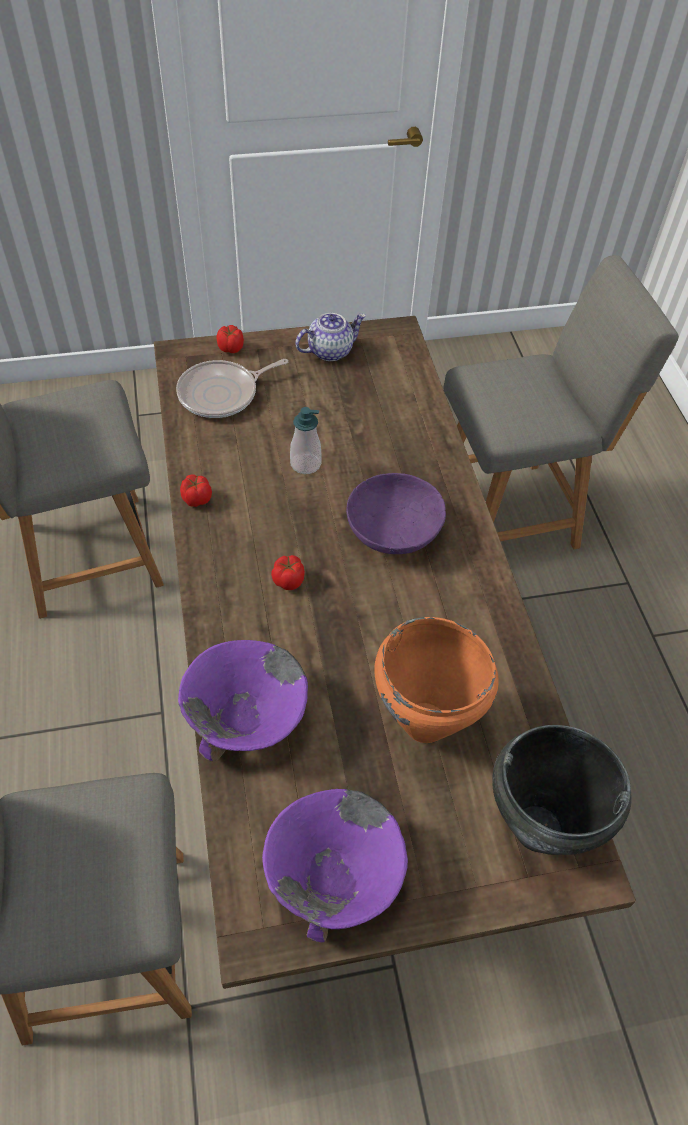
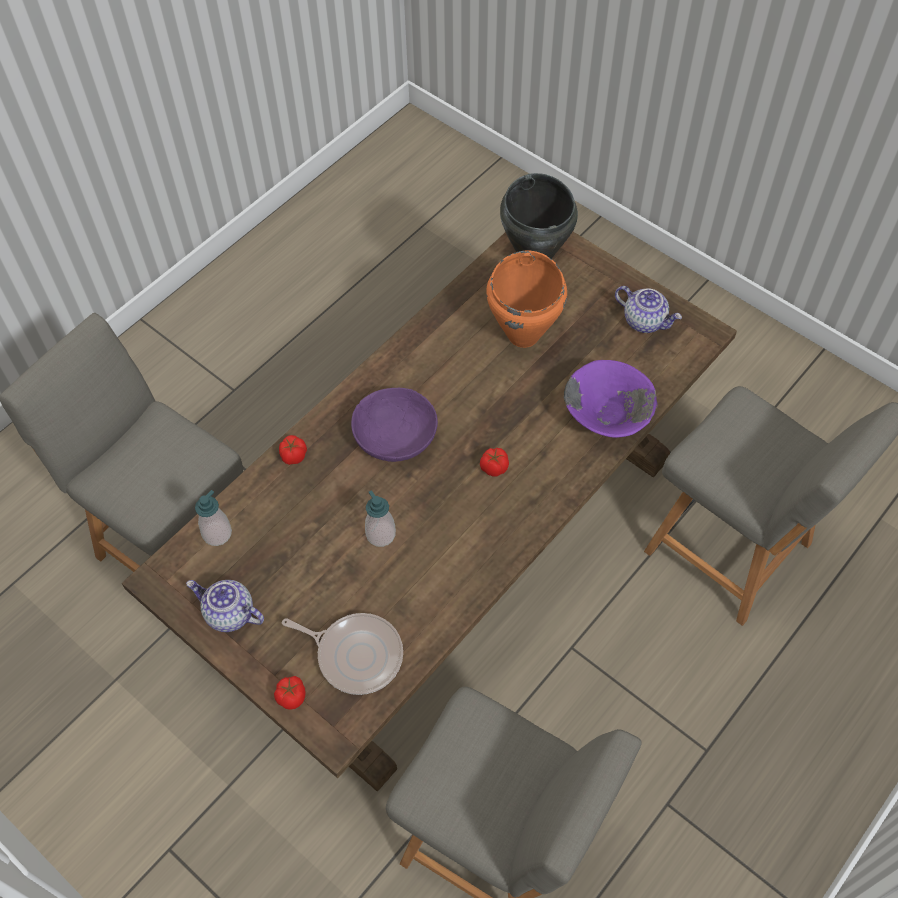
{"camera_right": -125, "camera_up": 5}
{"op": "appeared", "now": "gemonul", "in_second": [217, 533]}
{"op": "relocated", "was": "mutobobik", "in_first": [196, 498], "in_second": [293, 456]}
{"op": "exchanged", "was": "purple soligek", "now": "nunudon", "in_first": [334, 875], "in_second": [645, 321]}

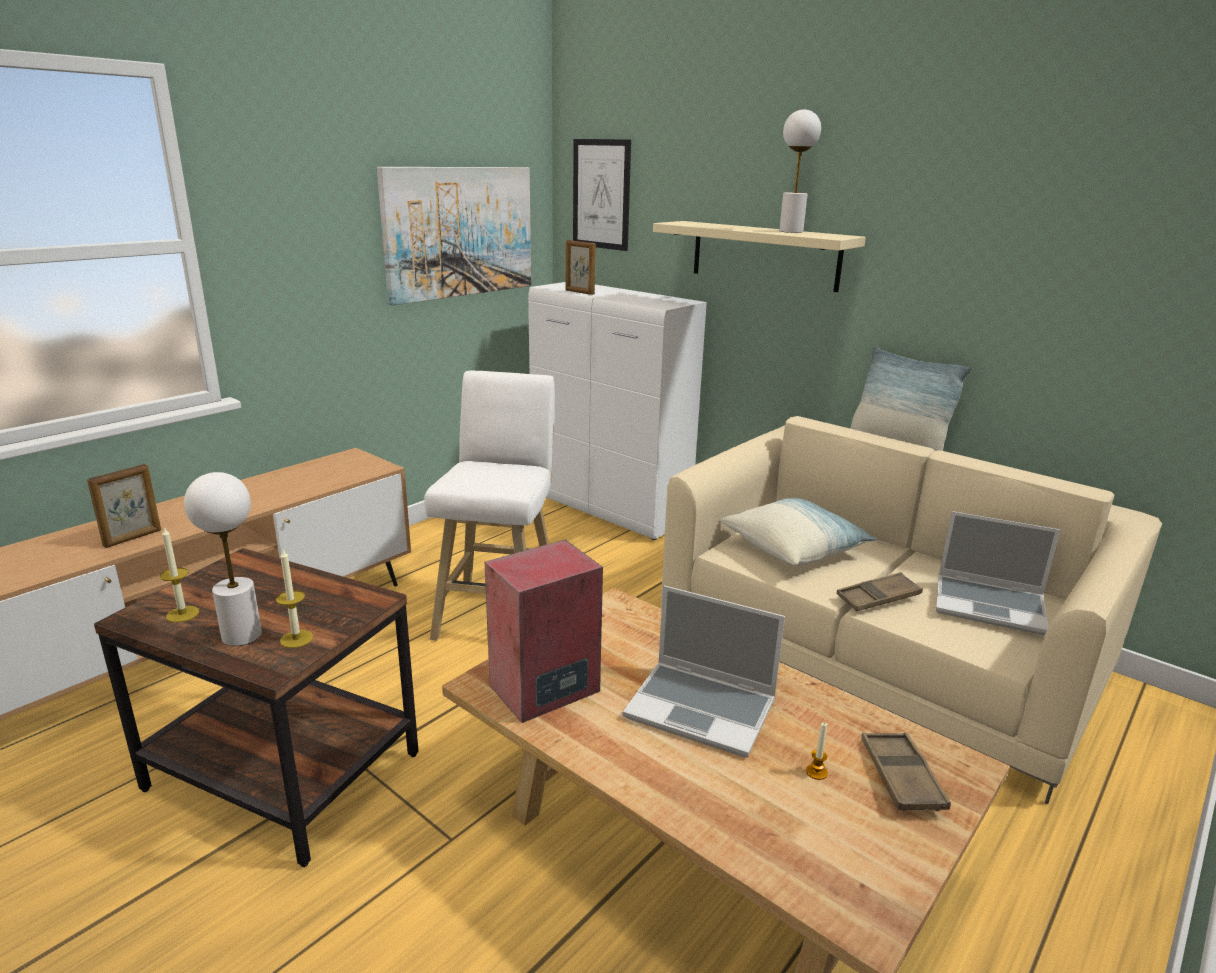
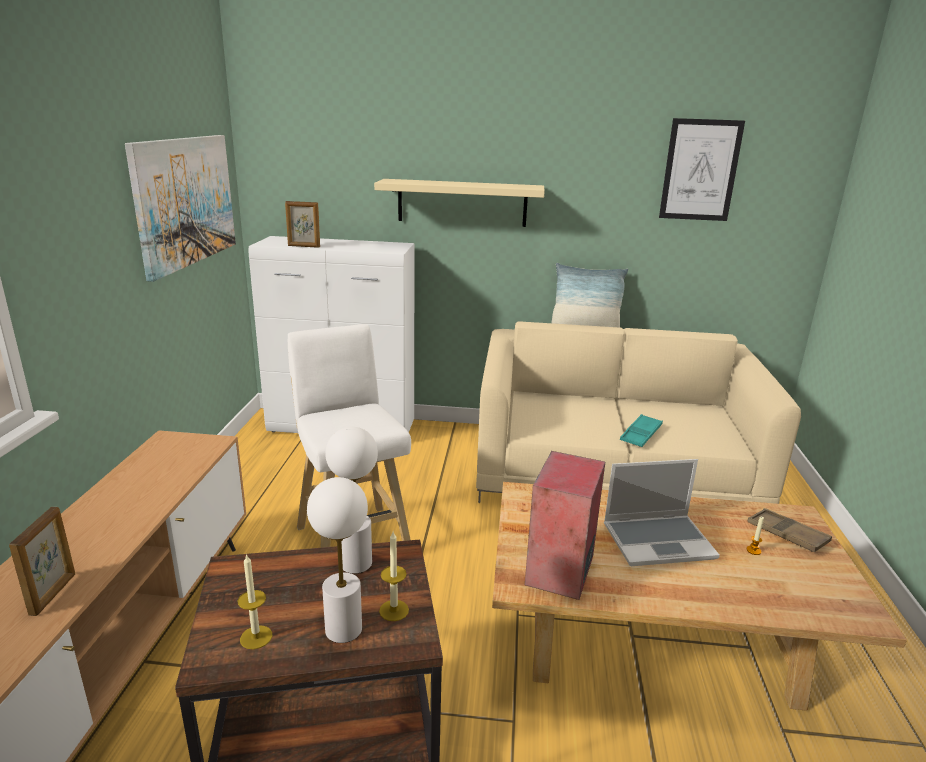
{"camera_right": -35, "camera_up": 0}
{"op": "relocated", "was": "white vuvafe", "in_first": [791, 231], "in_second": [356, 563]}
{"op": "colour", "was": "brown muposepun", "now": "turquoise muposepun", "in_first": [878, 597], "in_second": [641, 434]}
{"op": "relocated", "was": "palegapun", "in_first": [601, 194], "in_second": [700, 170]}
{"op": "missing", "was": "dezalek", "in_first": [795, 548]}
{"op": "missing", "was": "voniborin", "in_first": [990, 605]}

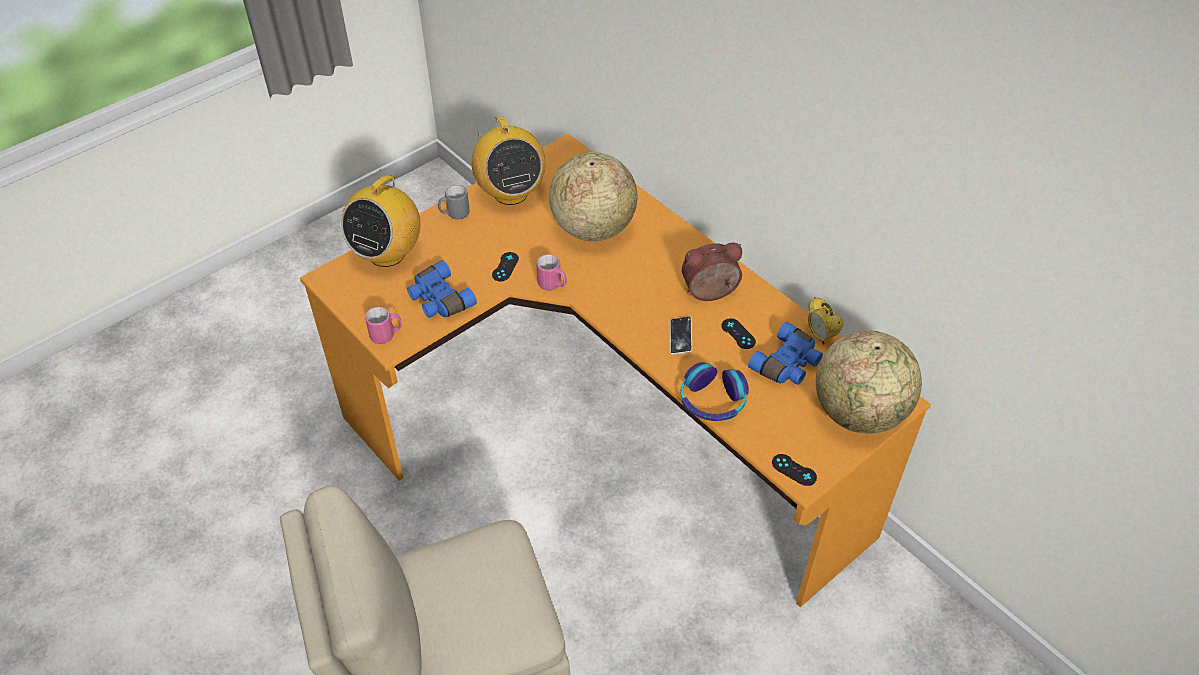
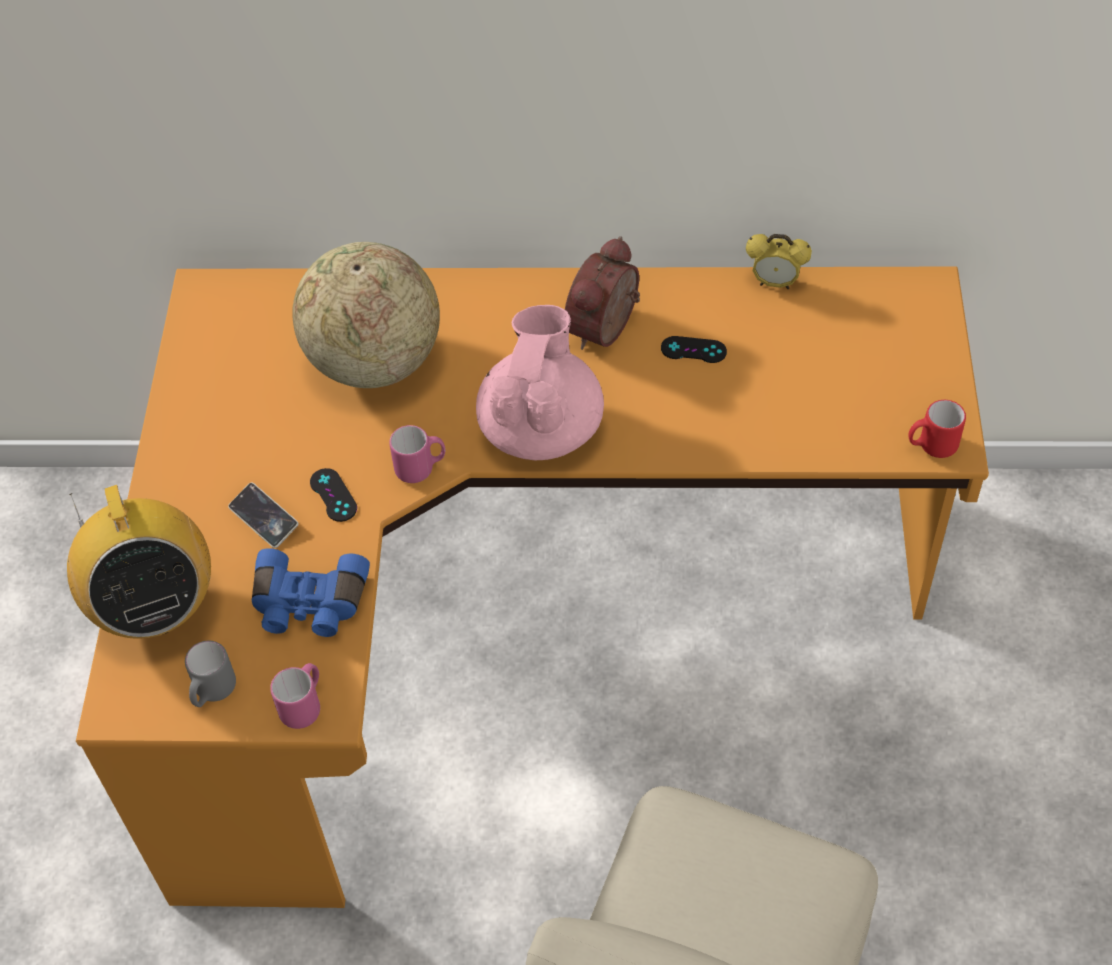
{"camera_right": -45, "camera_up": 5}
{"op": "relocated", "was": "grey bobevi", "in_first": [454, 214], "in_second": [212, 692]}
{"op": "relocated", "was": "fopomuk", "in_first": [680, 337], "in_second": [264, 518]}
{"op": "appeared", "now": "pink nunudon", "in_second": [541, 428]}
{"op": "exchanged", "was": "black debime", "now": "red bobevi", "in_first": [794, 470], "in_second": [931, 446]}
{"op": "missing", "was": "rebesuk", "in_first": [510, 193]}
{"op": "missing", "was": "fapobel", "in_first": [712, 401]}
{"op": "missing", "was": "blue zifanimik", "in_first": [787, 364]}
{"op": "missing", "was": "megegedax", "in_first": [859, 413]}

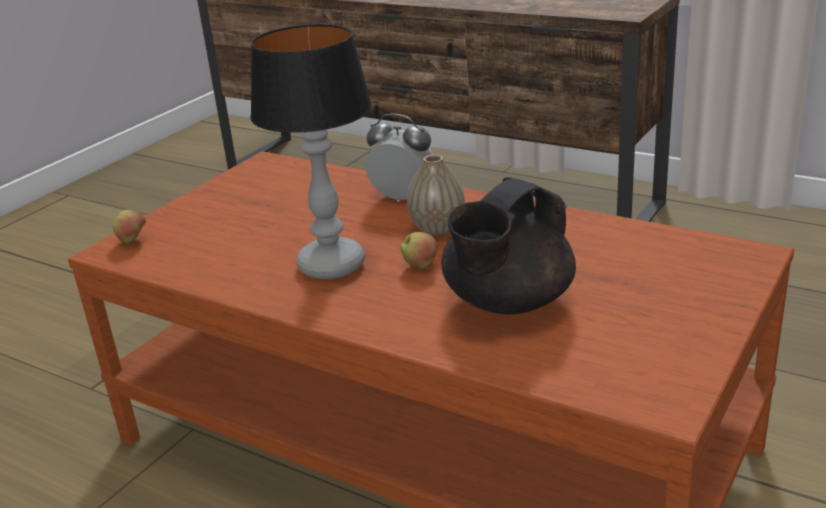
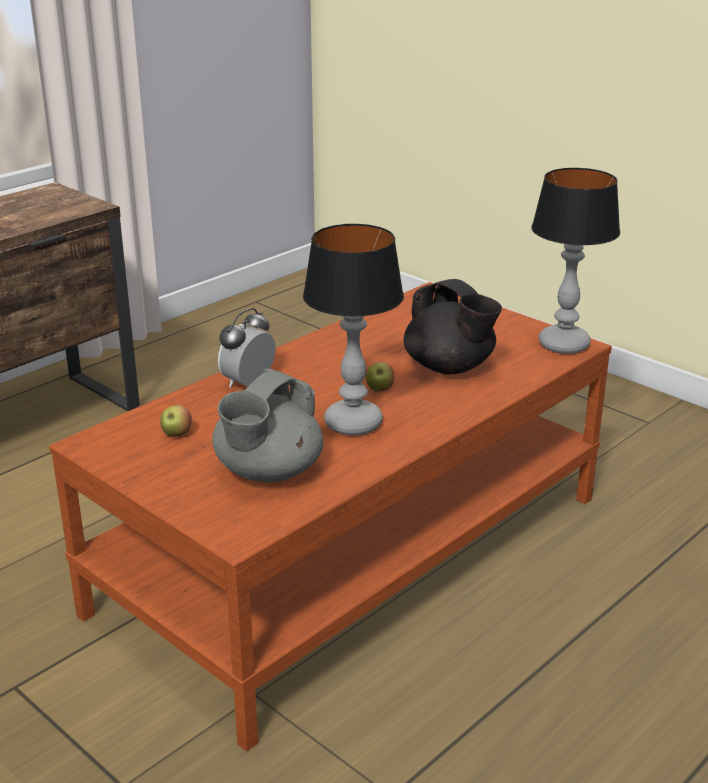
{"camera_right": -80, "camera_up": 0}
{"op": "relocated", "was": "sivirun", "in_first": [133, 241], "in_second": [176, 434]}
{"op": "appeared", "now": "grey nunudon", "in_second": [267, 472]}
{"op": "appeared", "now": "vuvafe", "in_second": [564, 344]}
{"op": "missing", "was": "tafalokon", "in_first": [437, 228]}

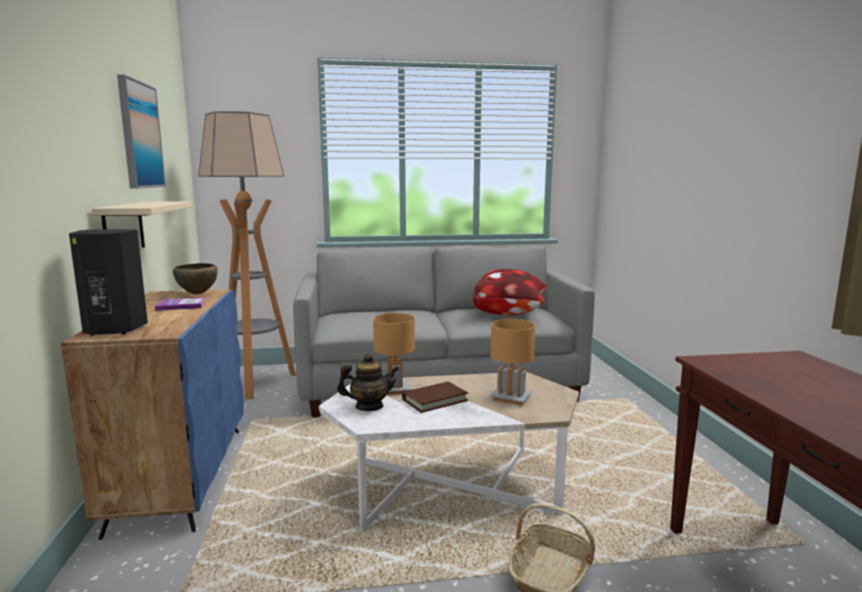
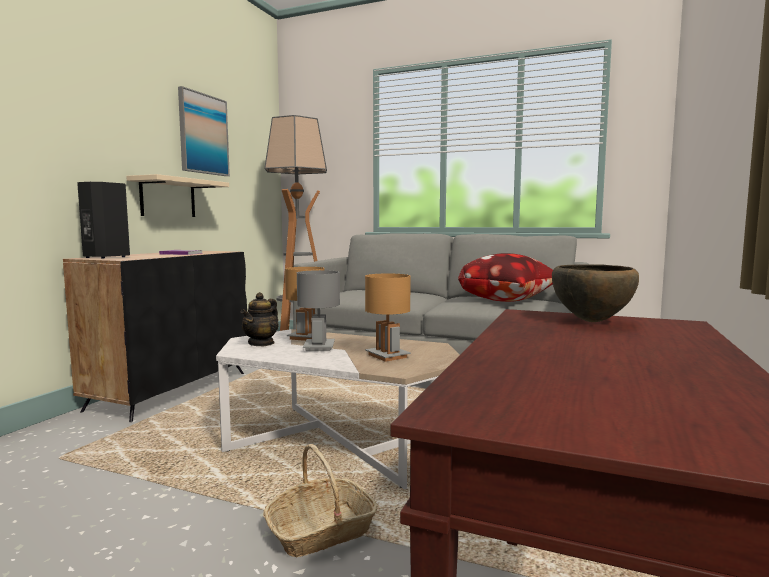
{"camera_right": 30, "camera_up": -5}
{"op": "colour", "was": "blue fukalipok", "now": "black fukalipok", "in_first": [180, 475], "in_second": [171, 390]}
{"op": "spun", "was": "nunudon", "in_first": [369, 406], "in_second": [261, 343], "clockwise": 90}
{"op": "exchanged", "was": "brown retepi", "now": "grey vuvafe", "in_first": [435, 400], "in_second": [319, 347]}
{"op": "relocated", "was": "brown soligek", "in_first": [198, 294], "in_second": [592, 321]}

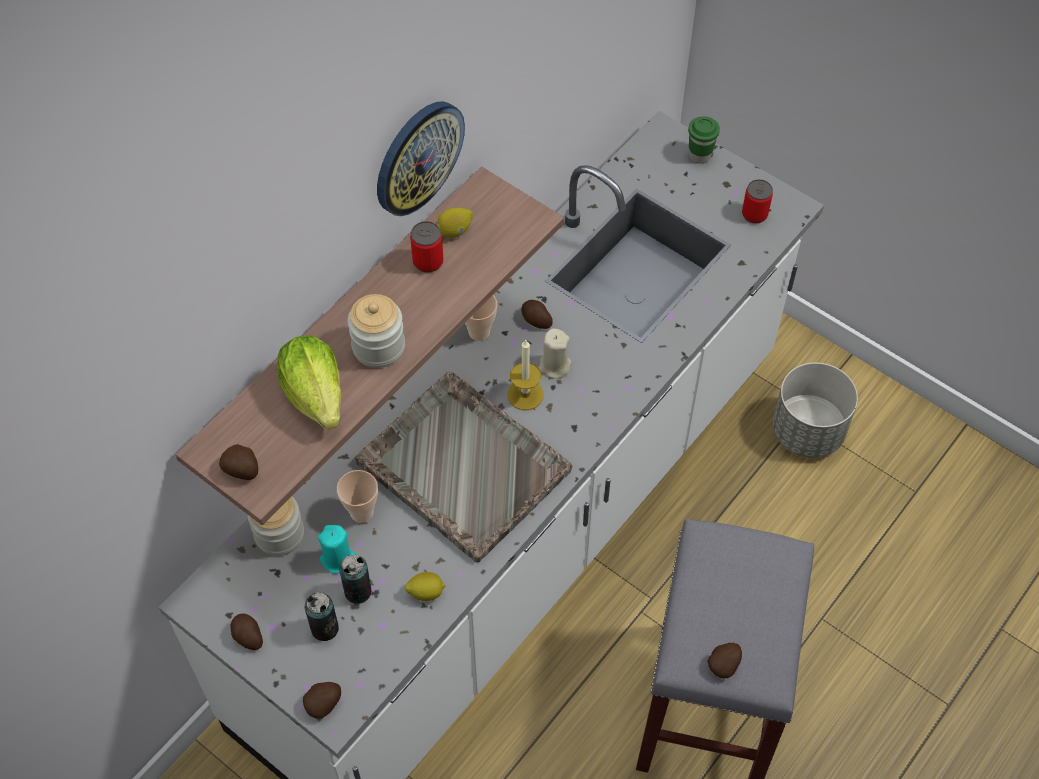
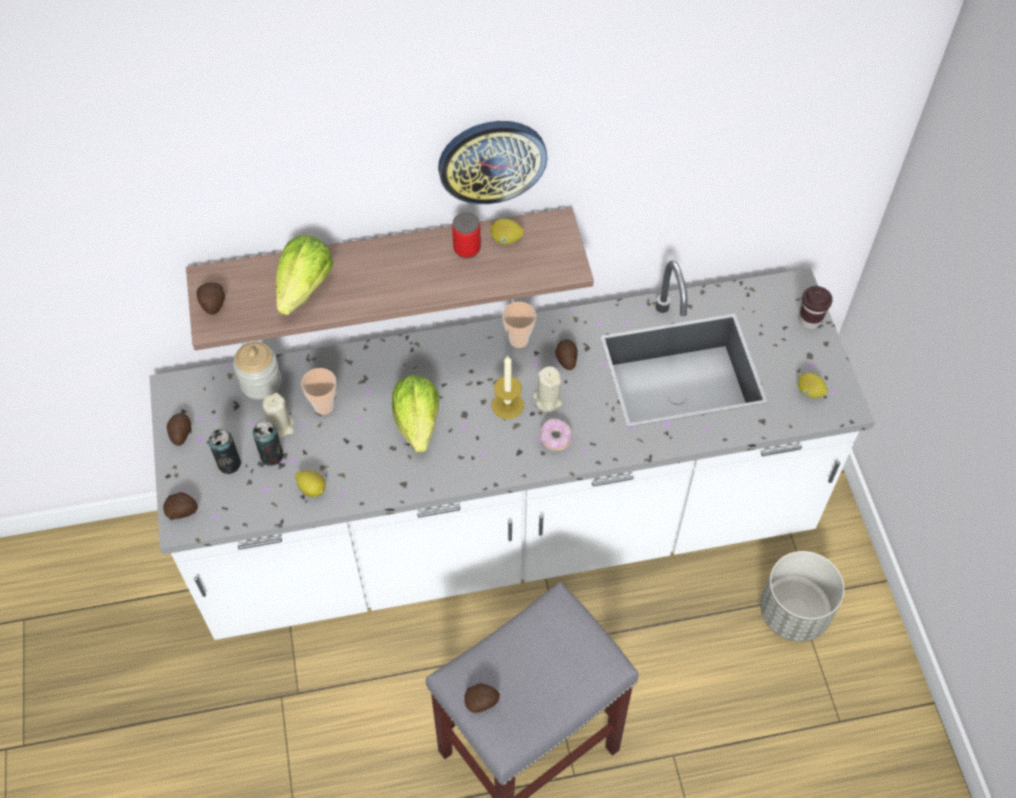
{"camera_right": 40, "camera_up": 0}
{"op": "colour", "was": "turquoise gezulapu", "now": "beige gezulapu", "in_first": [338, 559], "in_second": [280, 426]}
{"op": "exchanged", "was": "grey muposepun", "now": "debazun", "in_first": [462, 465], "in_second": [418, 423]}
{"op": "appeared", "now": "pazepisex", "in_second": [555, 439]}
{"op": "exchanged", "was": "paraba", "now": "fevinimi", "in_first": [754, 214], "in_second": [809, 392]}
{"op": "colour", "was": "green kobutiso", "now": "brown kobutiso", "in_first": [700, 155], "in_second": [809, 321]}
{"op": "missing", "was": "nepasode", "in_first": [378, 347]}

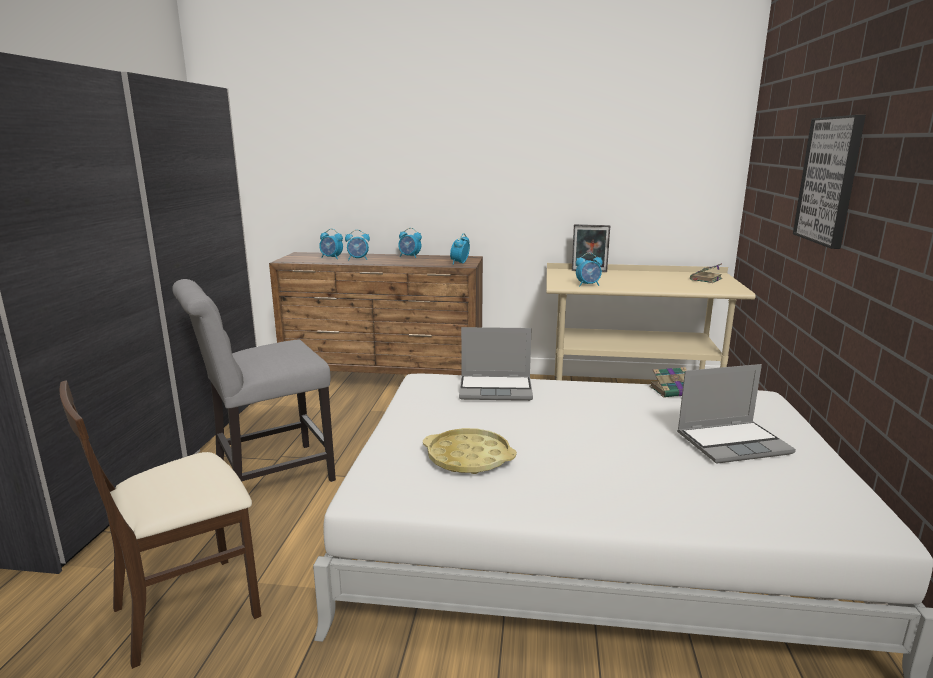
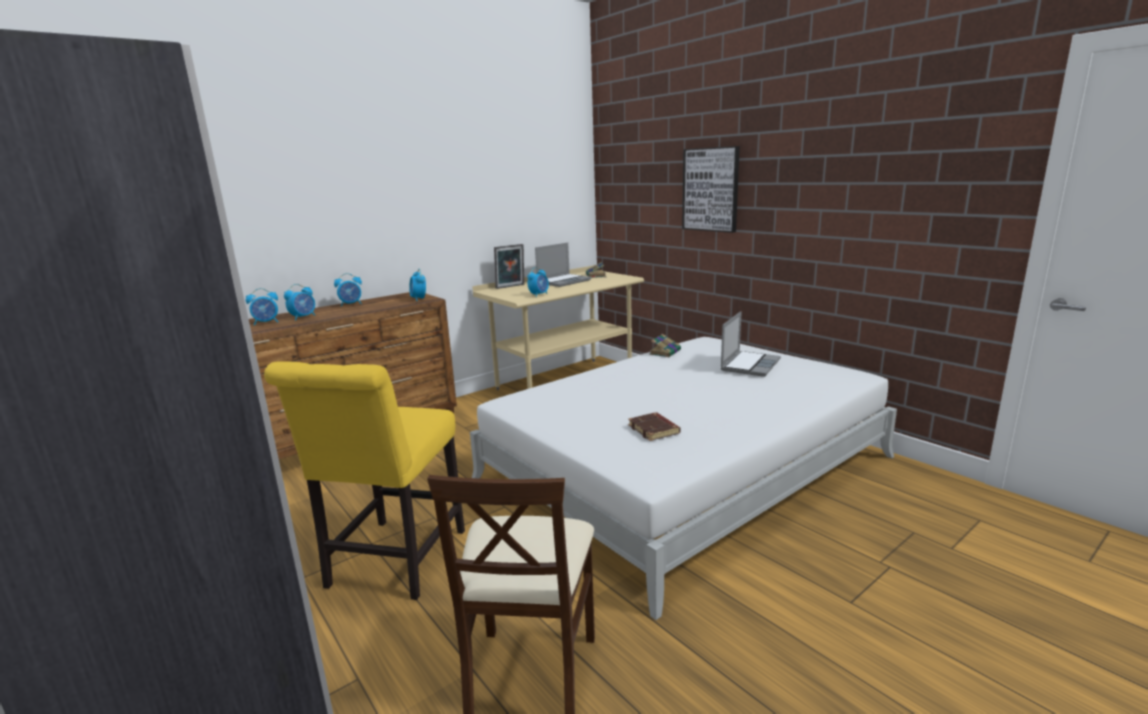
{"camera_right": -45, "camera_up": 0}
{"op": "colour", "was": "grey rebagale", "now": "yellow rebagale", "in_first": [267, 476], "in_second": [393, 563]}
{"op": "relocated", "was": "voniborin", "in_first": [496, 389], "in_second": [563, 281]}
{"op": "exchanged", "was": "yellow muposepun", "now": "brown retepi", "in_first": [468, 458], "in_second": [654, 430]}

